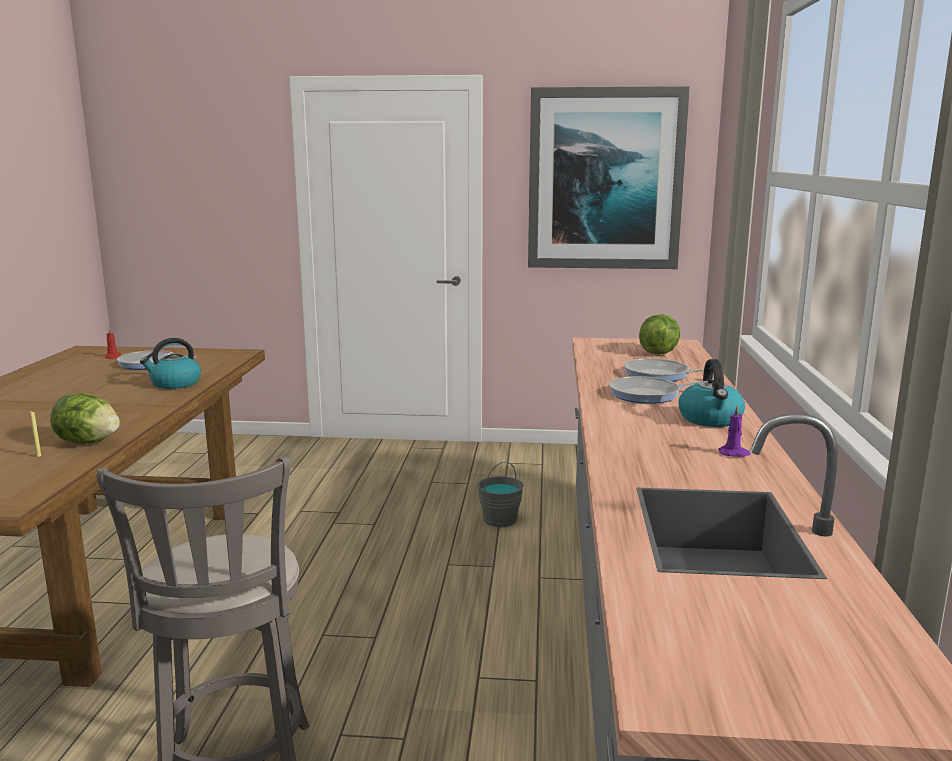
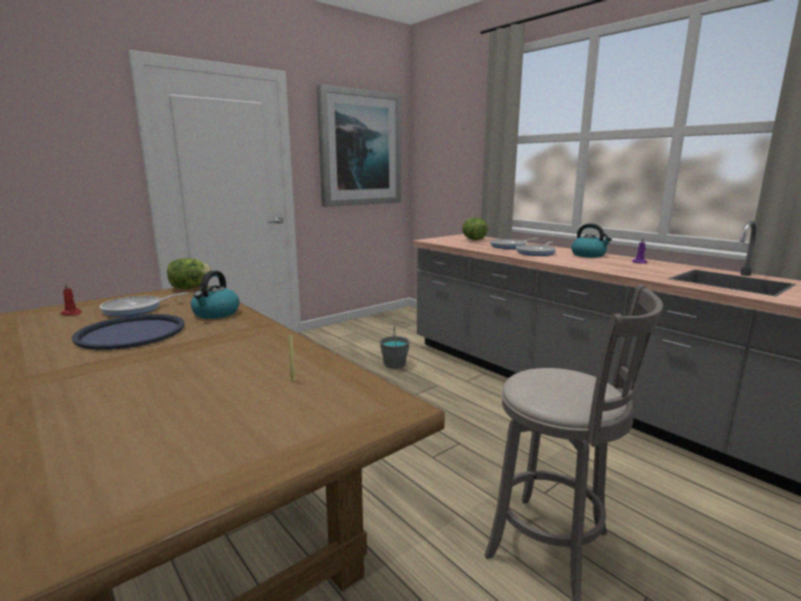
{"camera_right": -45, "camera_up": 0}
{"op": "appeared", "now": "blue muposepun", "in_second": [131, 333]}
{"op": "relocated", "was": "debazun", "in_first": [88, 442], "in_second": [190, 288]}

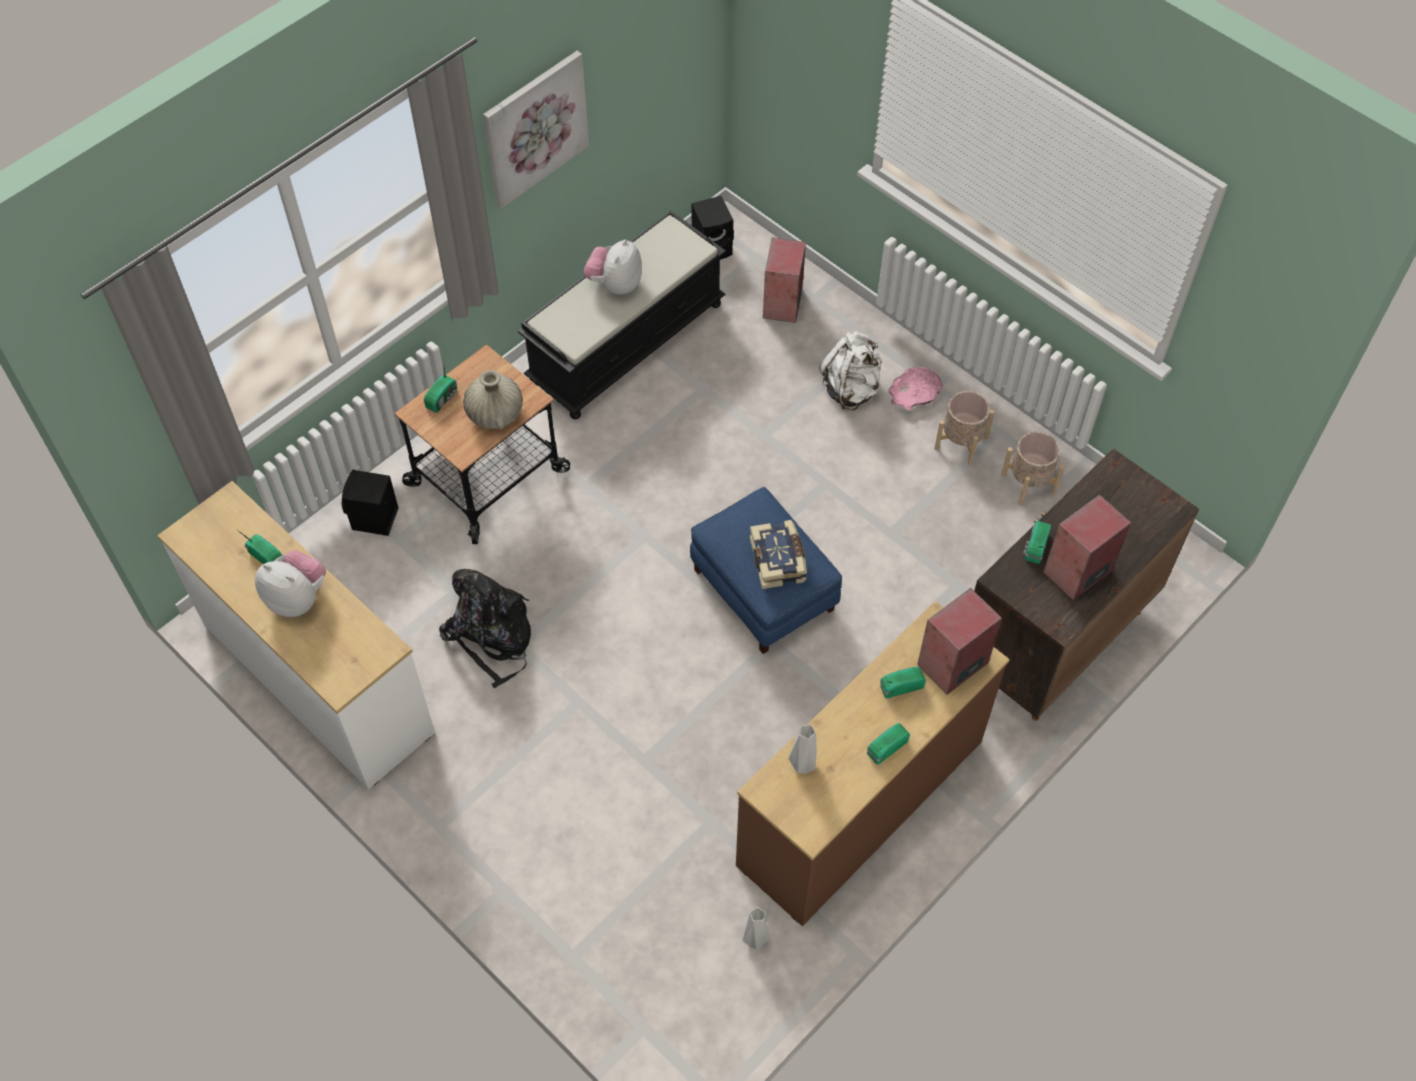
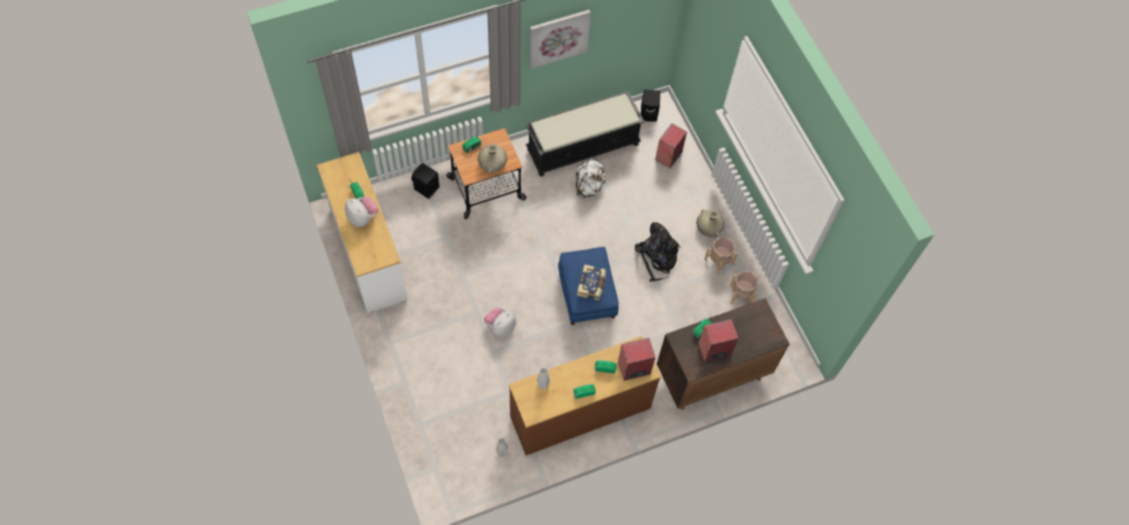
{"camera_right": 20, "camera_up": 5}
{"op": "relocated", "was": "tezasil", "in_first": [615, 284], "in_second": [500, 327]}
{"op": "relocated", "was": "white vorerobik", "in_first": [851, 389], "in_second": [589, 187]}
{"op": "relocated", "was": "black vorerobik", "in_first": [491, 636], "in_second": [657, 257]}
{"op": "exchanged", "was": "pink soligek", "now": "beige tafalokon", "in_first": [914, 394], "in_second": [709, 228]}

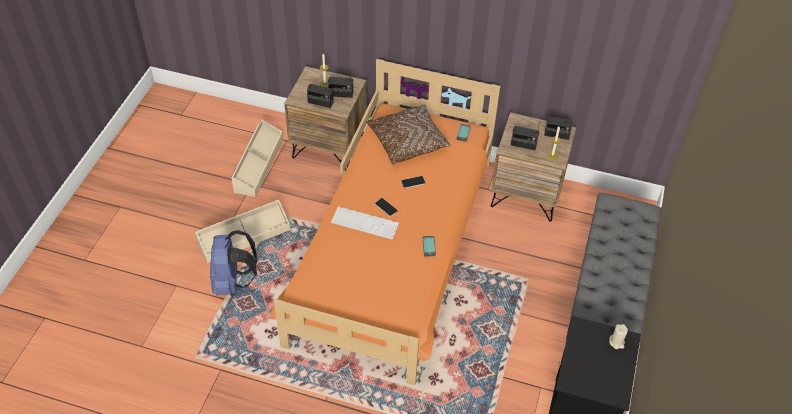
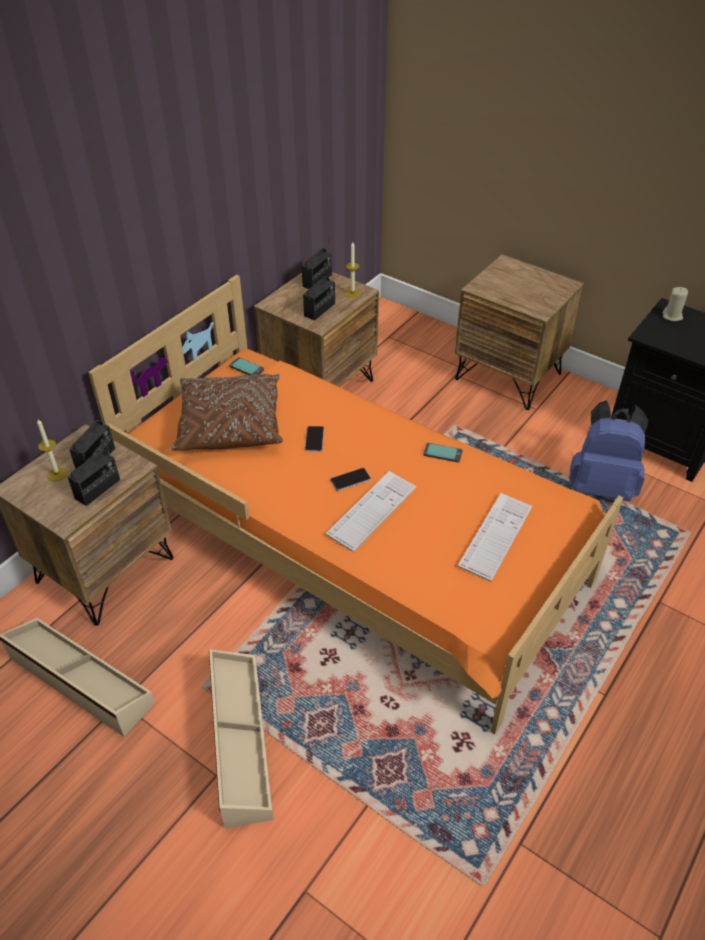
{"camera_right": -70, "camera_up": -5}
{"op": "exchanged", "was": "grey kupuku", "now": "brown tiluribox", "in_first": [604, 303], "in_second": [508, 376]}
{"op": "appeared", "now": "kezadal", "in_second": [495, 536]}
{"op": "relocated", "was": "blue vorerobik", "in_first": [233, 281], "in_second": [601, 486]}

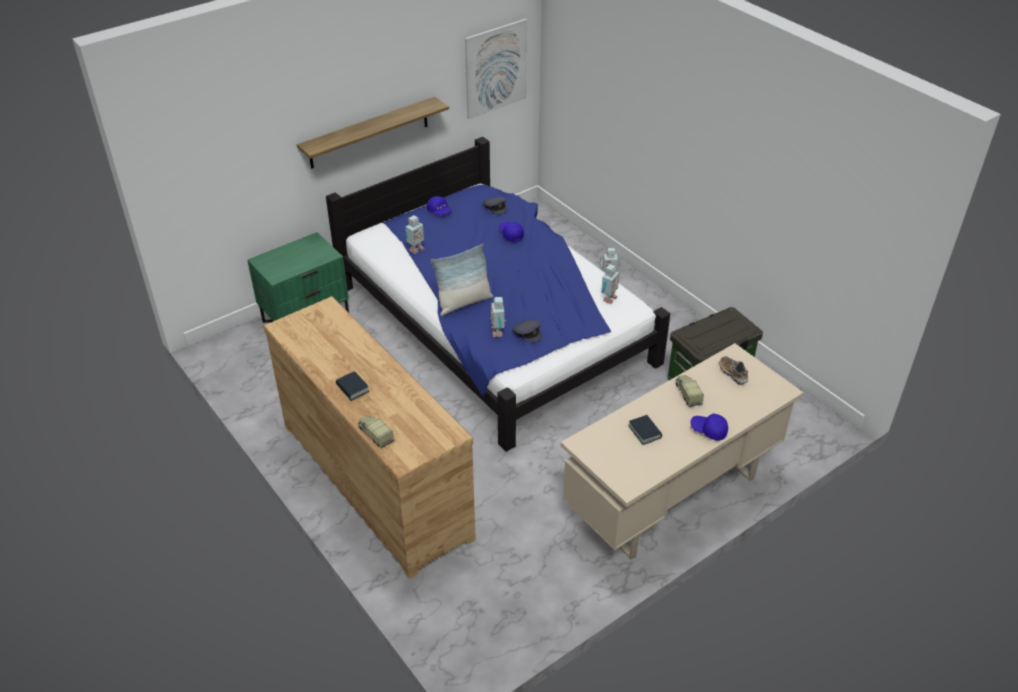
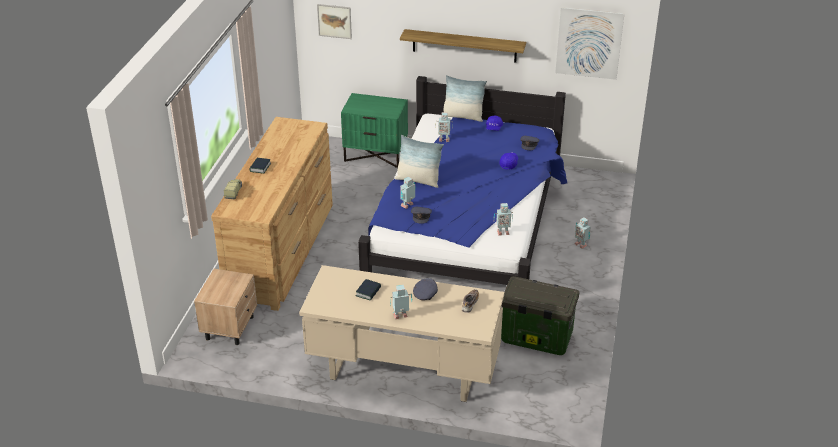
{"camera_right": 50, "camera_up": -5}
{"op": "appeared", "now": "beige tiluribox", "in_second": [230, 327]}
{"op": "appeared", "now": "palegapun", "in_second": [334, 21]}
{"op": "exchanged", "was": "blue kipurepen", "now": "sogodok", "in_first": [708, 430], "in_second": [401, 316]}
{"op": "exchanged", "was": "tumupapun", "now": "grey kipurepen", "in_first": [687, 394], "in_second": [425, 293]}
{"op": "appeared", "now": "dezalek", "in_second": [463, 117]}

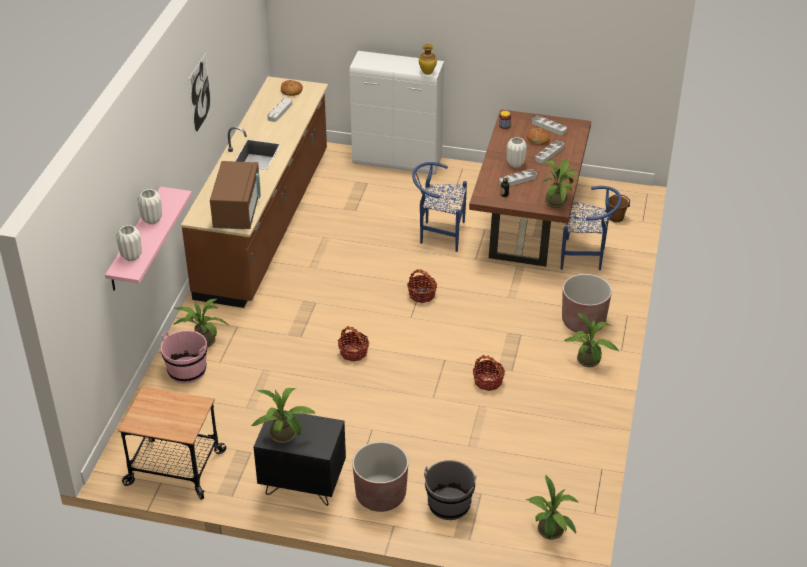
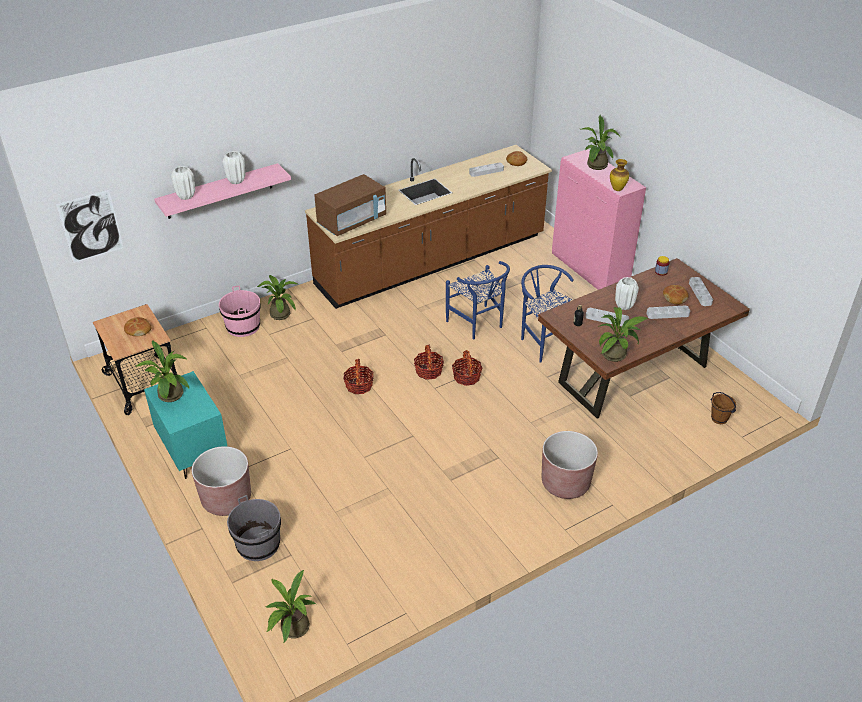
{"camera_right": 45, "camera_up": 0}
{"op": "relocated", "was": "palegapun", "in_first": [200, 94], "in_second": [90, 226]}
{"op": "appeared", "now": "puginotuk", "in_second": [138, 330]}
{"op": "colour", "was": "black tiluribox", "now": "turquoise tiluribox", "in_first": [302, 485], "in_second": [193, 452]}
{"op": "relocated", "was": "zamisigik", "in_first": [488, 381], "in_second": [428, 371]}
{"op": "relocated", "was": "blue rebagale", "in_first": [586, 257], "in_second": [478, 325]}
{"op": "colour", "was": "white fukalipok", "now": "pink fukalipok", "in_first": [398, 162], "in_second": [590, 271]}
{"op": "relocated", "was": "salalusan", "in_first": [590, 362], "in_second": [596, 167]}

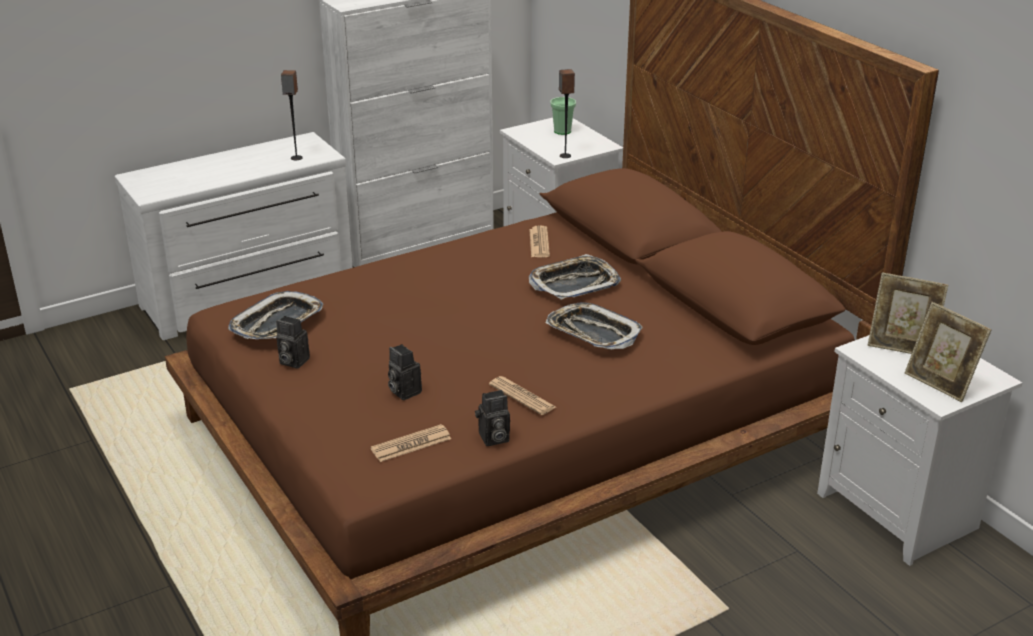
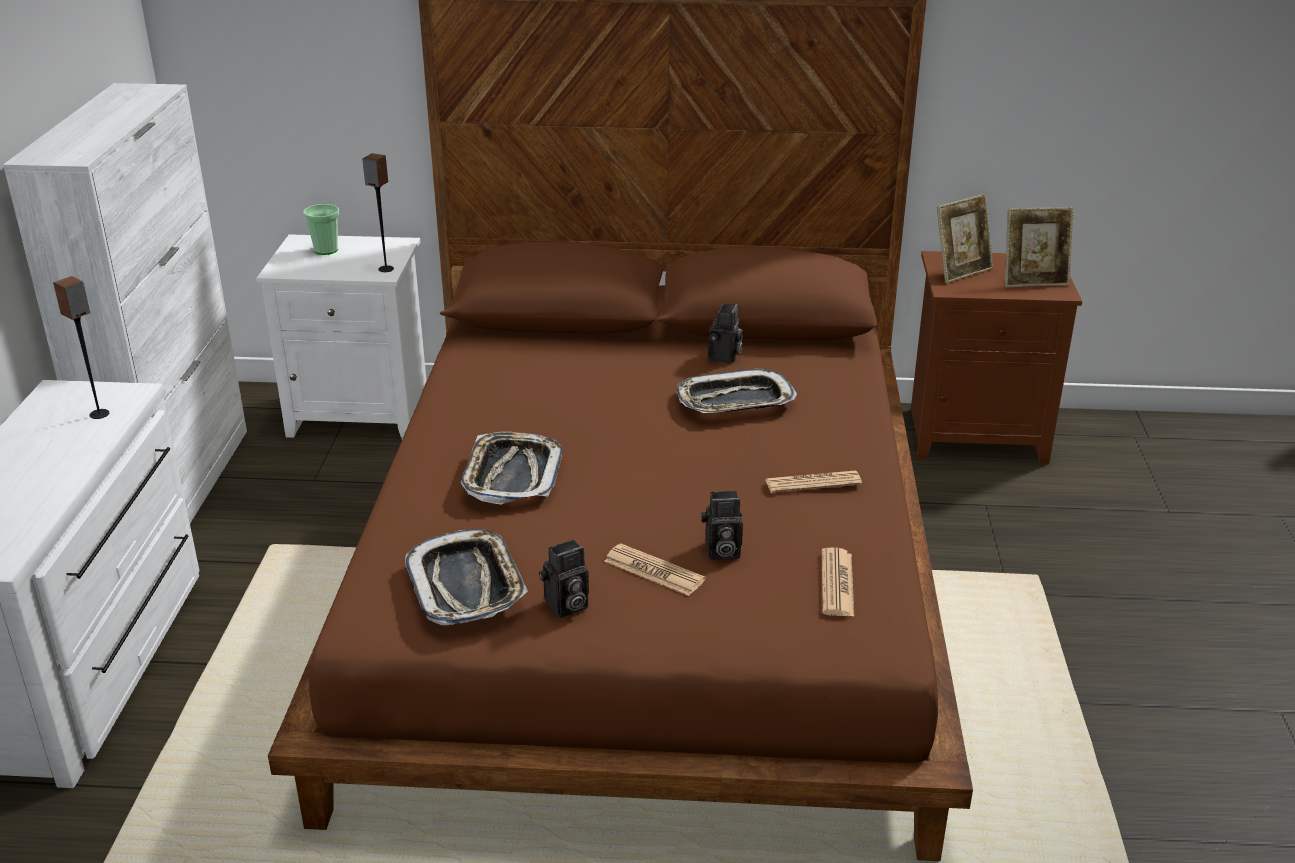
{"camera_right": -55, "camera_up": 0}
{"op": "relocated", "was": "muposepun", "in_first": [574, 283], "in_second": [512, 475]}
{"op": "relocated", "was": "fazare", "in_first": [539, 243], "in_second": [654, 571]}
{"op": "relocated", "was": "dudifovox", "in_first": [493, 439], "in_second": [725, 358]}
{"op": "colour", "was": "white tiluribox", "now": "brown tiluribox", "in_first": [901, 512], "in_second": [978, 434]}

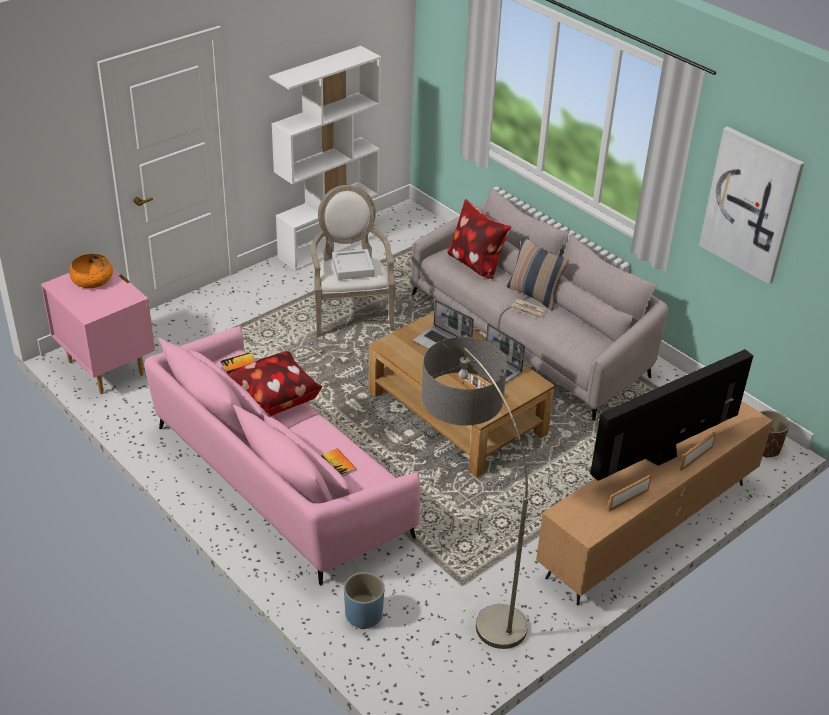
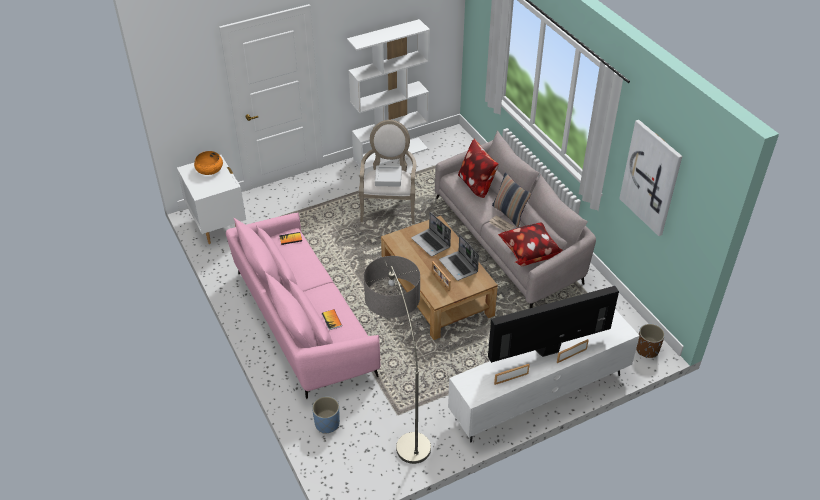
{"camera_right": 15, "camera_up": 5}
{"op": "colour", "was": "pink tiluribox", "now": "white tiluribox", "in_first": [106, 368], "in_second": [217, 226]}
{"op": "colour", "was": "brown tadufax", "now": "white tadufax", "in_first": [648, 528], "in_second": [539, 396]}
{"op": "relocated", "was": "dezalek", "in_first": [273, 399], "in_second": [528, 253]}

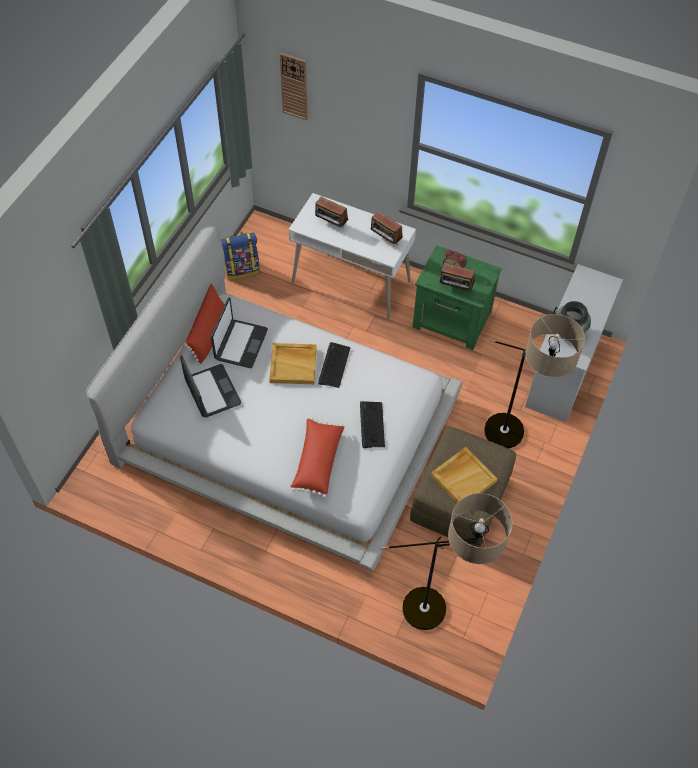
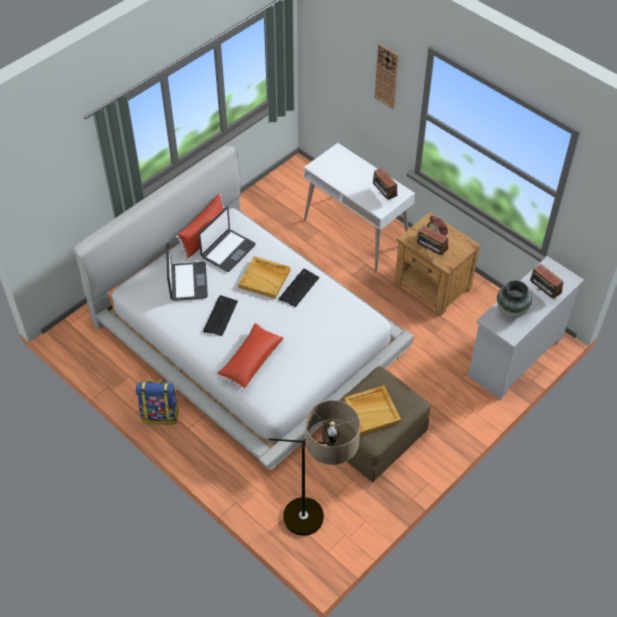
{"camera_right": 20, "camera_up": -5}
{"op": "relocated", "was": "vorerobik", "in_first": [242, 269], "in_second": [160, 414]}
{"op": "relocated", "was": "kezadal", "in_first": [371, 425], "in_second": [220, 316]}
{"op": "relocated", "was": "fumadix", "in_first": [294, 86], "in_second": [386, 76]}
{"op": "colour", "was": "green tiluribox", "now": "brown tiluribox", "in_first": [452, 321], "in_second": [433, 286]}
{"op": "relocated", "was": "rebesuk", "in_first": [331, 224], "in_second": [543, 293]}
{"op": "missing", "was": "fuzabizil", "in_first": [513, 443]}

